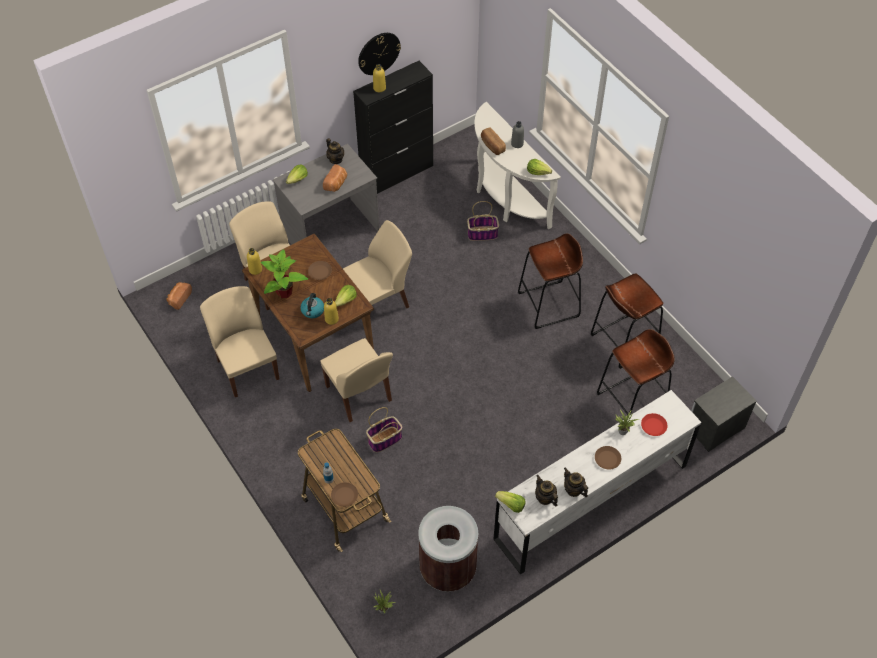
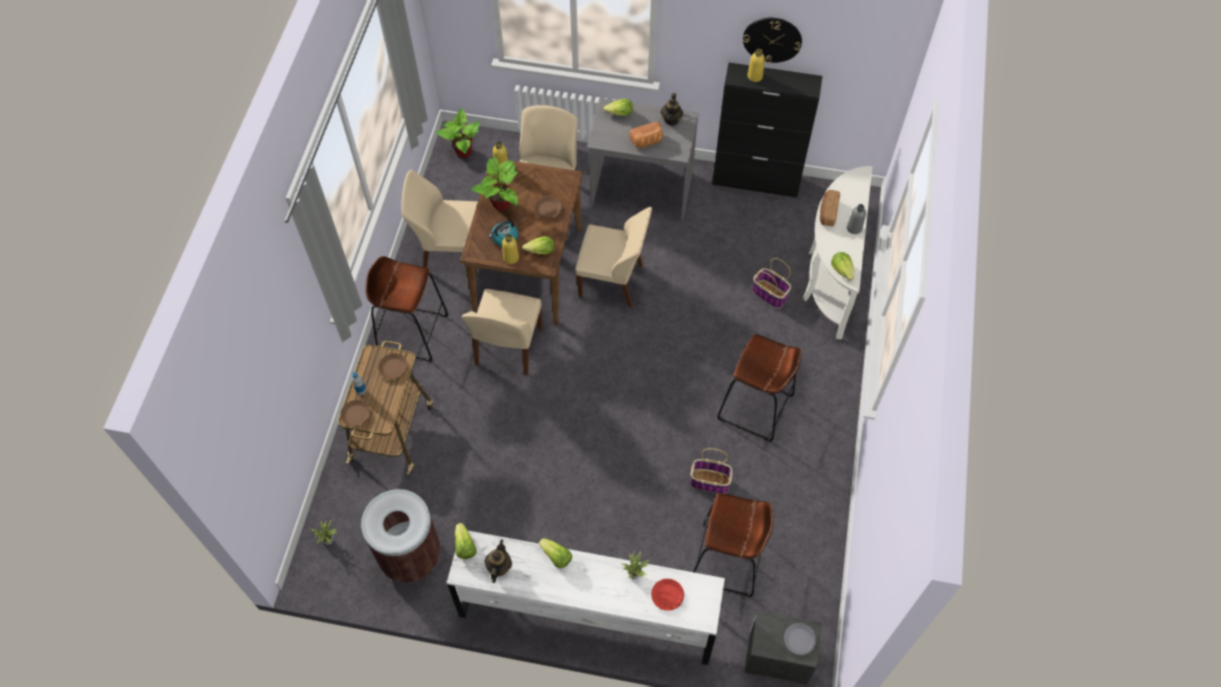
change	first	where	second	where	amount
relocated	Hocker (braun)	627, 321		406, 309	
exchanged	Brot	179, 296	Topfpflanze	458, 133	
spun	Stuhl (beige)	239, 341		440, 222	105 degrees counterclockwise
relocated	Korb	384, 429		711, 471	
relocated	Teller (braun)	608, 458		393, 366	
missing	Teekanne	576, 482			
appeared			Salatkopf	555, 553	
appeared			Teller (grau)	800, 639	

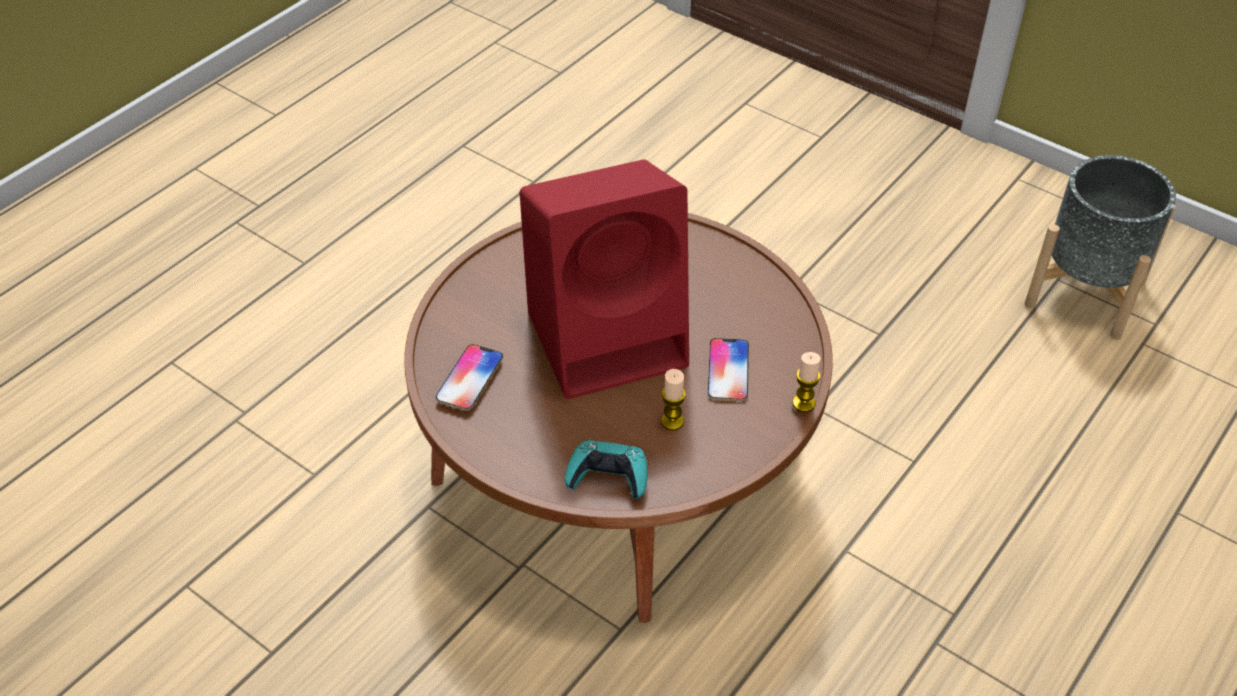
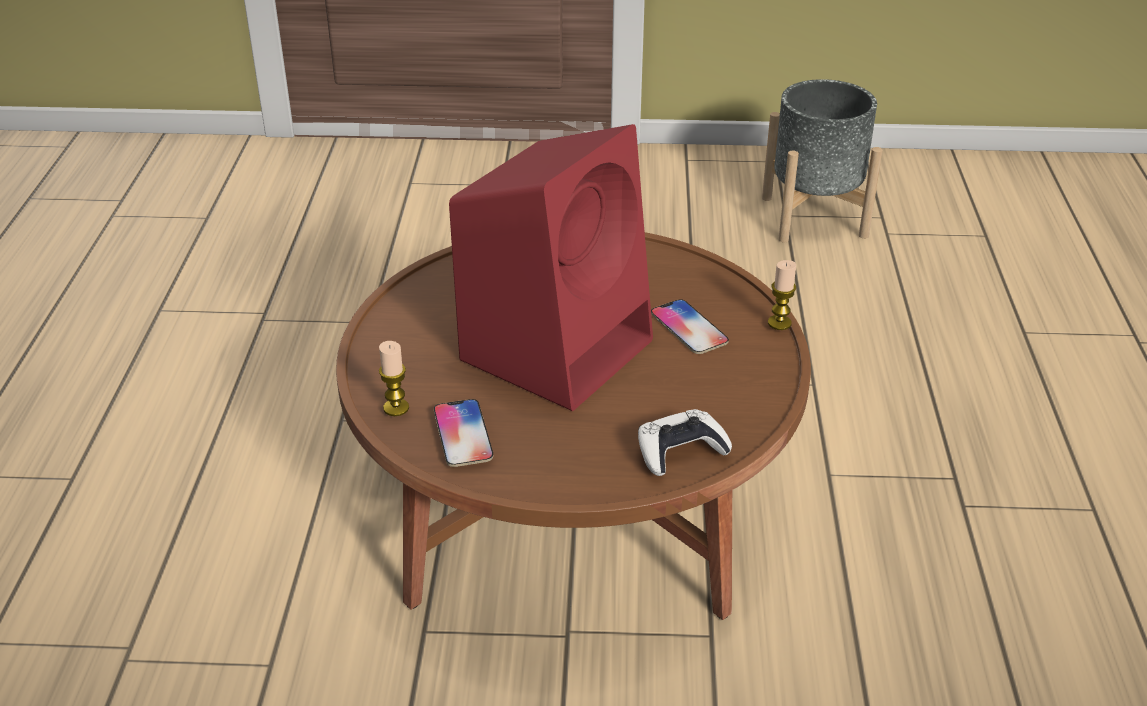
change	first	where	second	where	amount
relocated	Kerze	673, 399		394, 378	
colour	Gamepad (türkis)	606, 469	Gamepad (weiß)	685, 442	

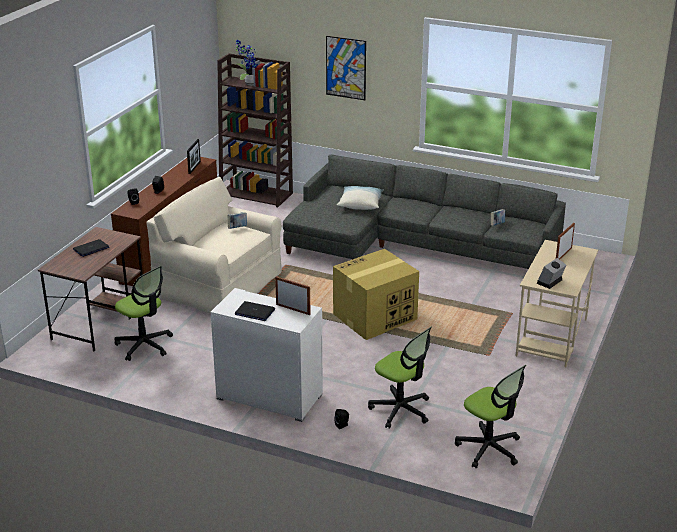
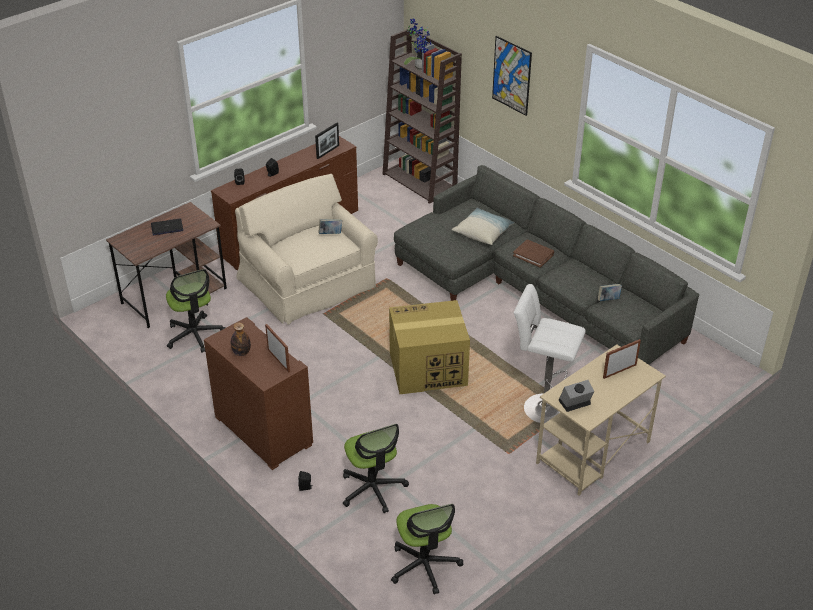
change	first	where	second	where	amount
colour	Kommode (weiß)	267, 355	Kommode (braun)	258, 393	
exchanged	Laptop	255, 311	Flasche	241, 339	
appeared			Buch (braun)	533, 253	
appeared			Hocker (weiß)	549, 353	

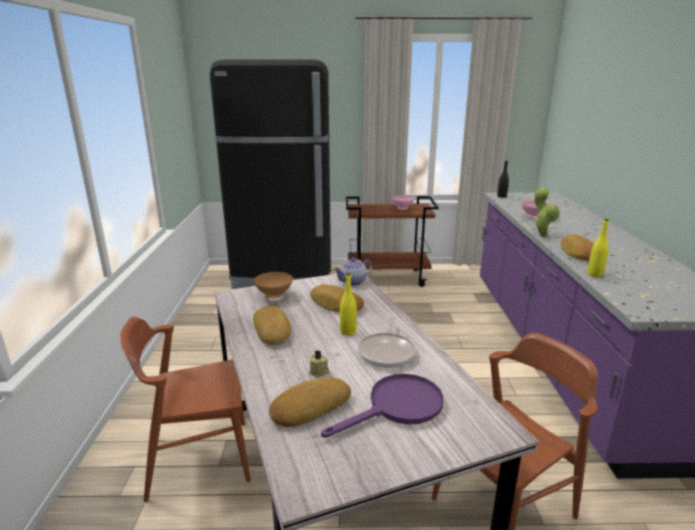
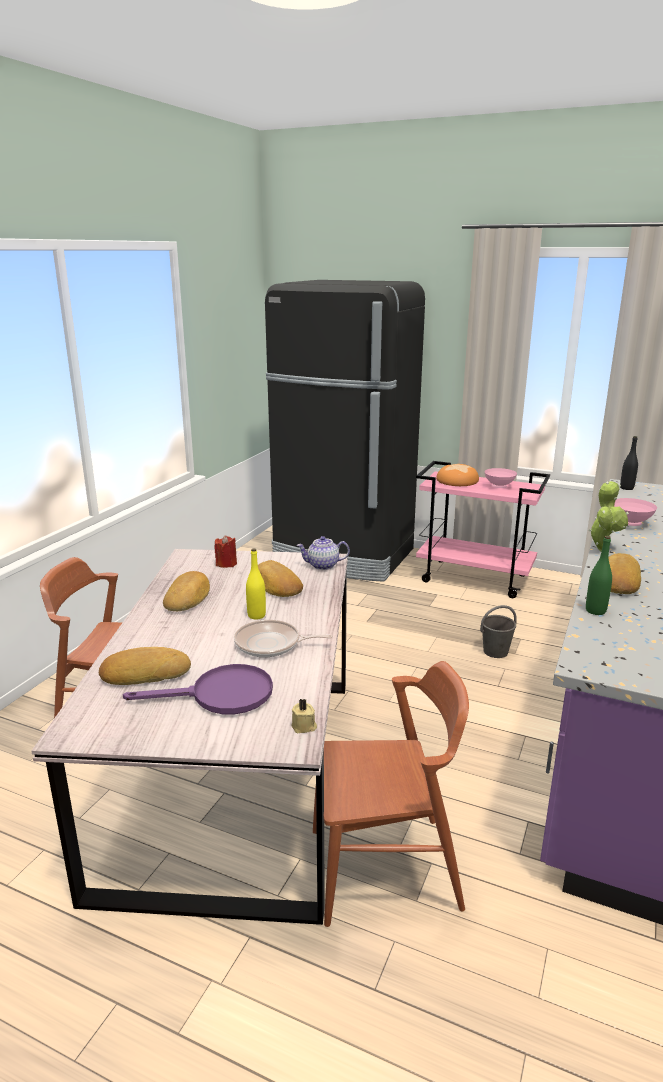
change	first	where	second	where	amount
colour	Rollwagen (braun)	392, 241	Rollwagen (rosa)	483, 529	
colour	Flasche (gelb)	598, 248	Flasche (grün)	599, 575	
exchanged	Schüssel (braun)	273, 285	Kerze (rot)	226, 551	
spun	Pfanne	387, 343		283, 638	60 degrees clockwise
relocated	Kerze (beige)	319, 364		304, 716	
appeared			Brot	457, 475	
appeared			Eimer (grau)	498, 631	

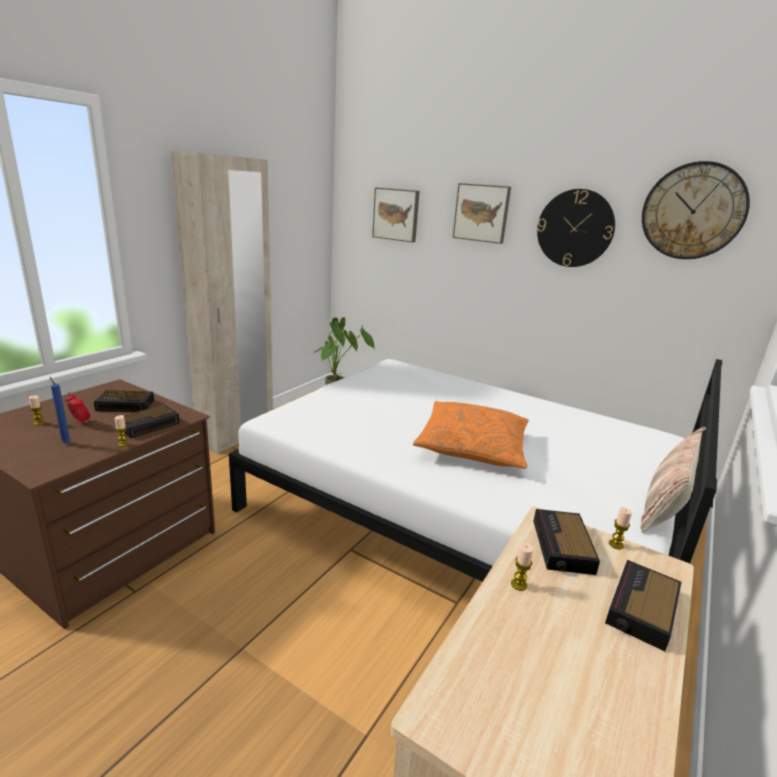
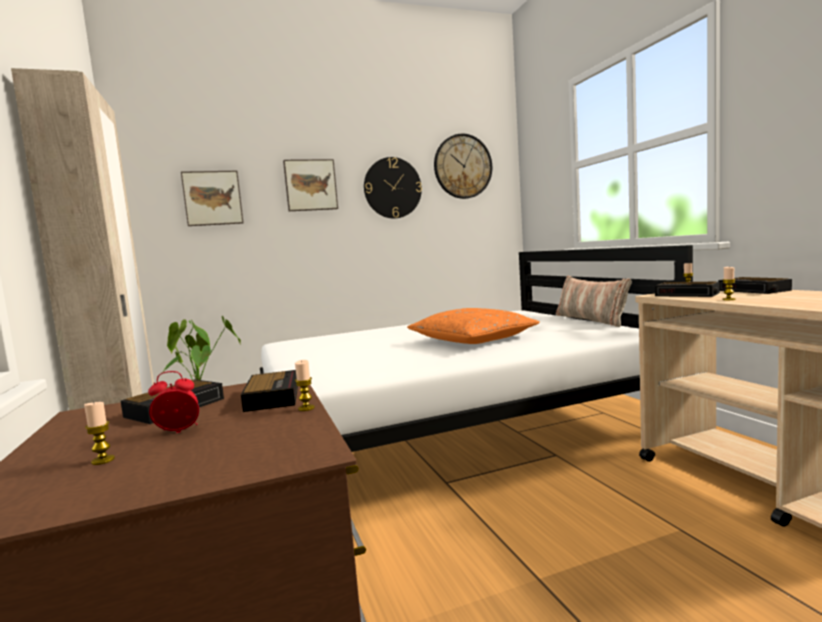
change	first	where	second	where	amount
missing	Kerze (blau)	60, 410			

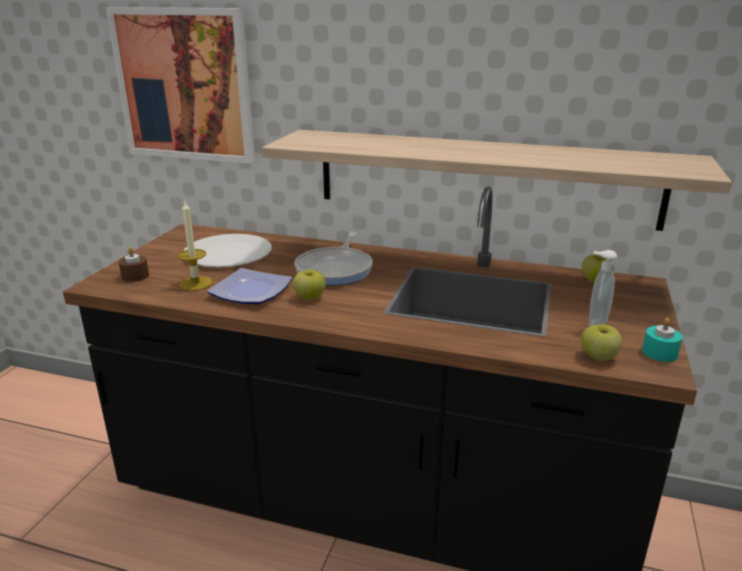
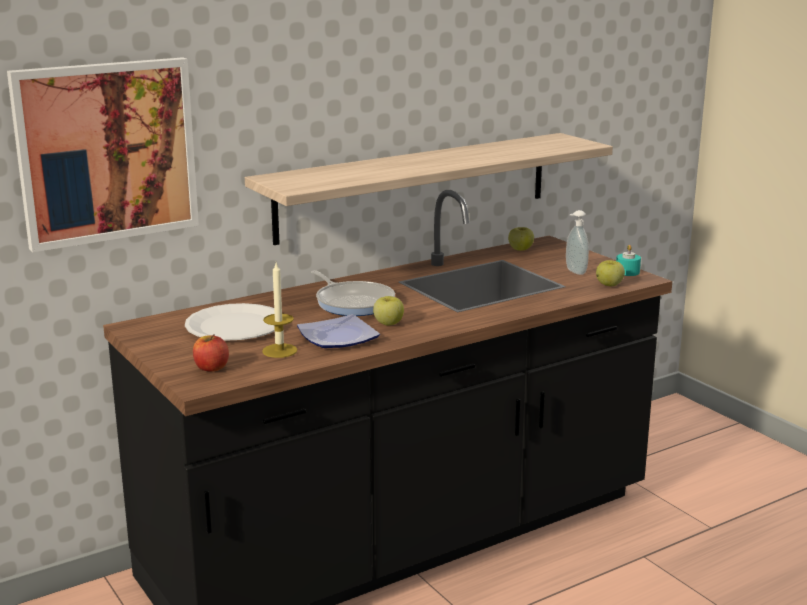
change	first	where	second	where	amount
exchanged	Kerze (braun)	134, 264	Apfel	211, 353	

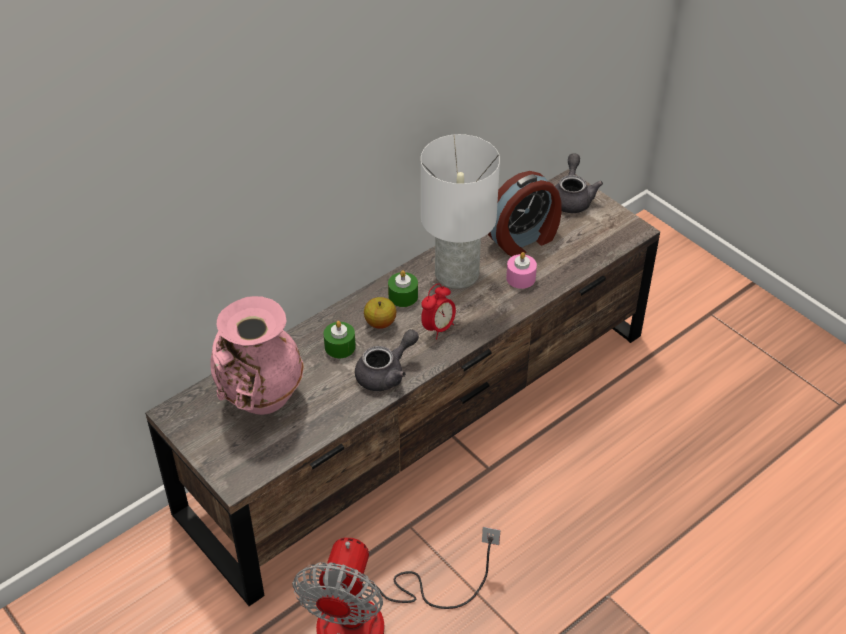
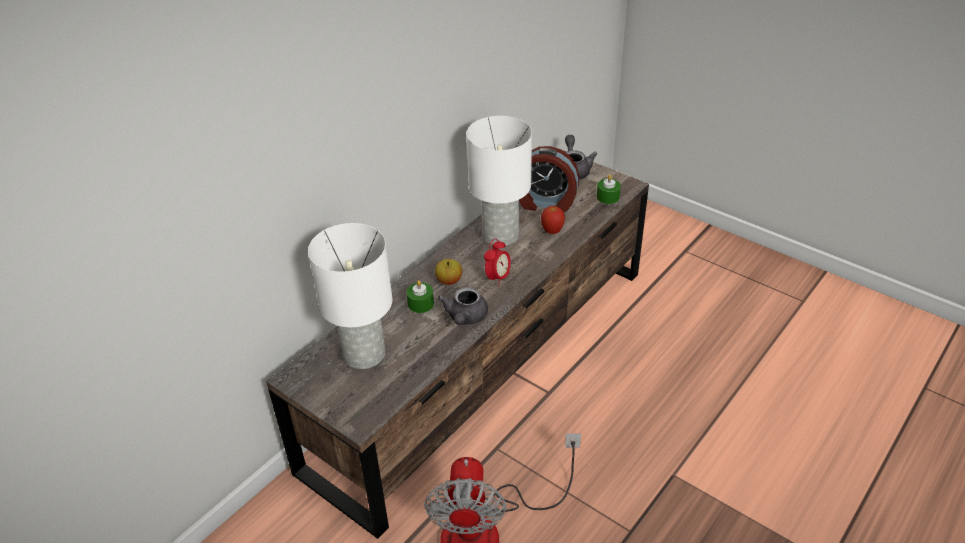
change	first	where	second	where	amount
spun	Wecker	525, 214		549, 179	60 degrees clockwise
exchanged	Kerze (rosa)	521, 270	Apfel	553, 220	
relocated	Kerze (grün)	403, 288		609, 189	
exchanged	Vase (rosa)	257, 355	Tischlampe (weiß)	350, 296	
spun	Teekanne (grau)	387, 360		463, 306	150 degrees clockwise

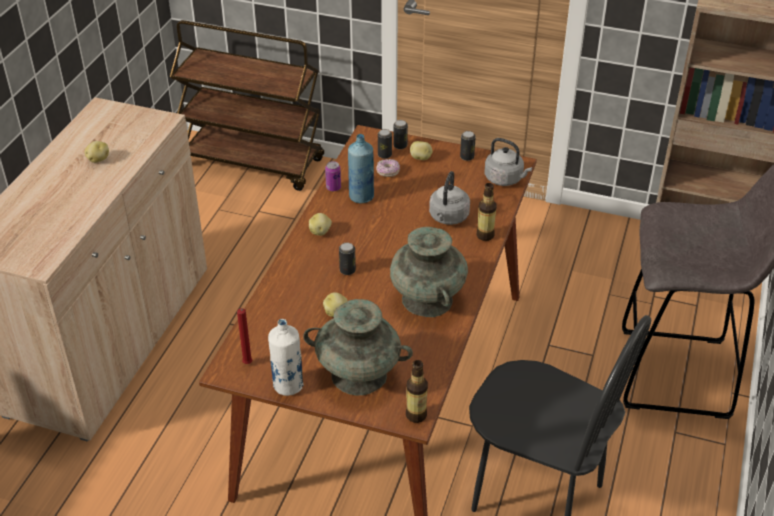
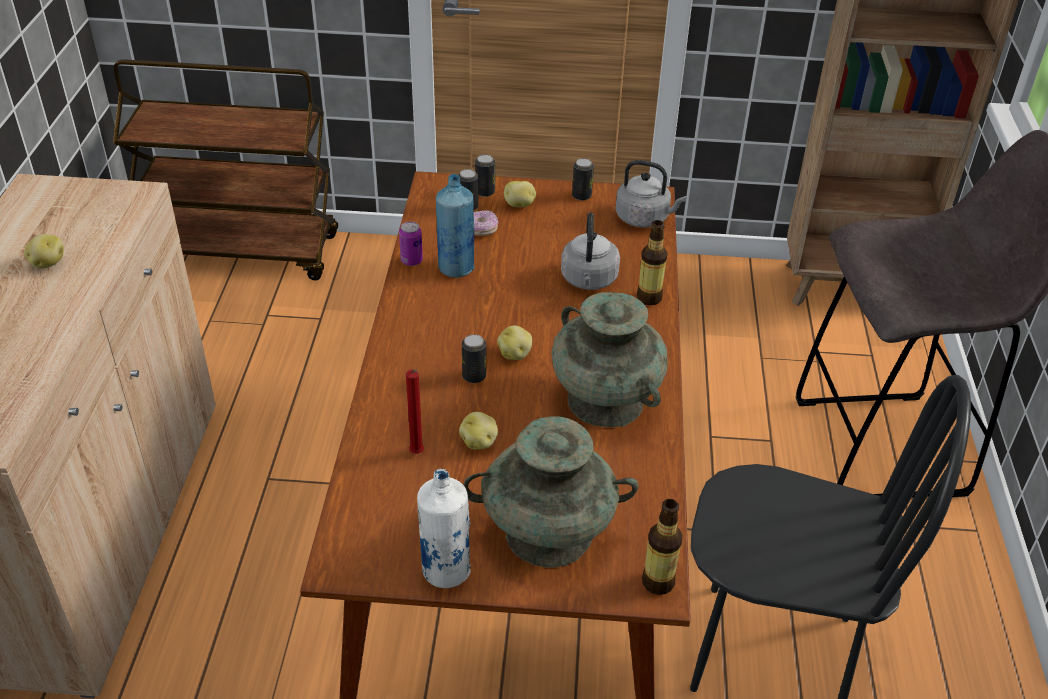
change	first	where	second	where	amount
relocated	Kartoffel	320, 224		514, 342	
relocated	Kerze (rot)	244, 336		415, 411	

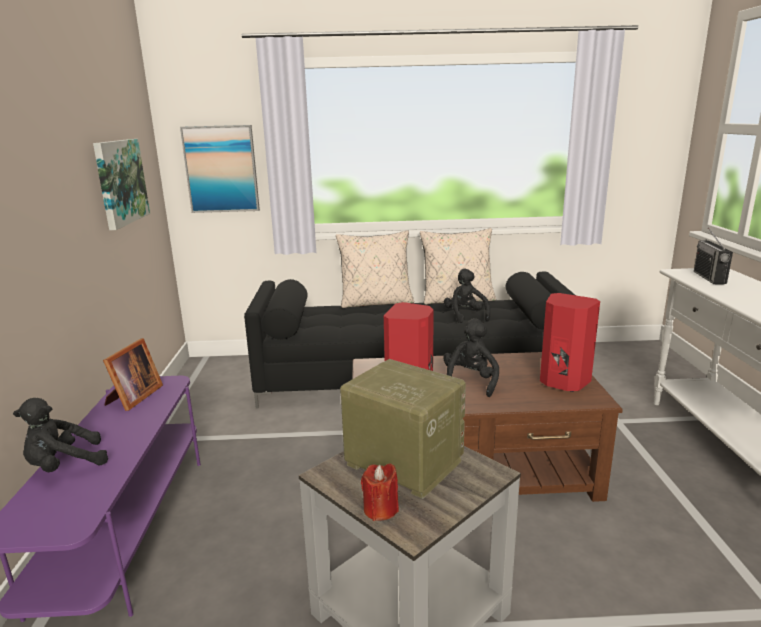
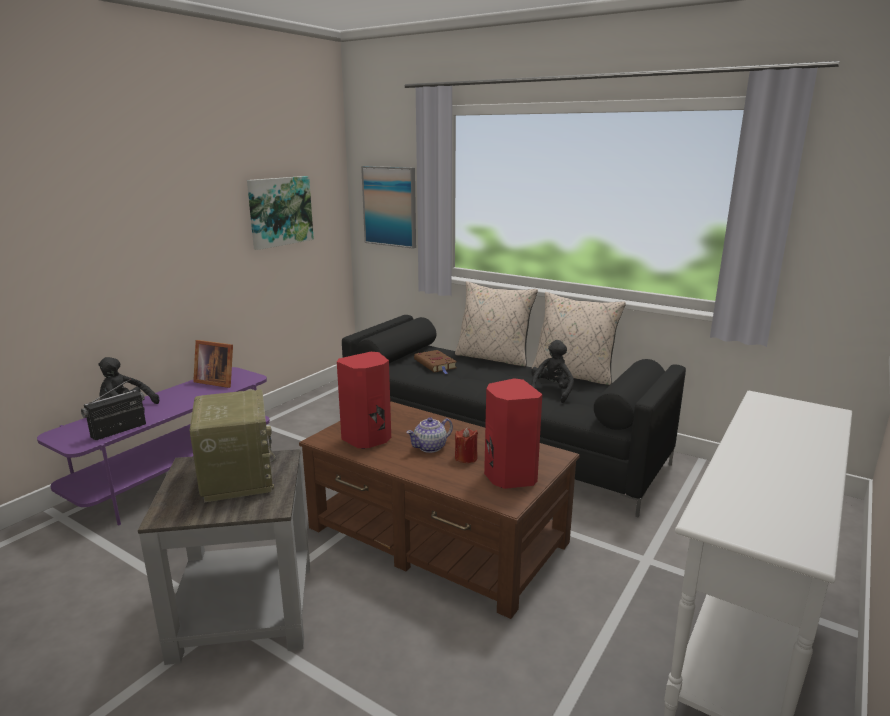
change	first	where	second	where	amount
relocated	Radio	713, 256		113, 409	
exchanged	Plüschtier (schwarz)	471, 357	Teekanne	429, 435	
spun	Bilderrahmen	133, 374		213, 364	60 degrees clockwise
relocated	Kerze (rot)	380, 492		466, 445	
appeared			Buch (braun)	435, 362	

